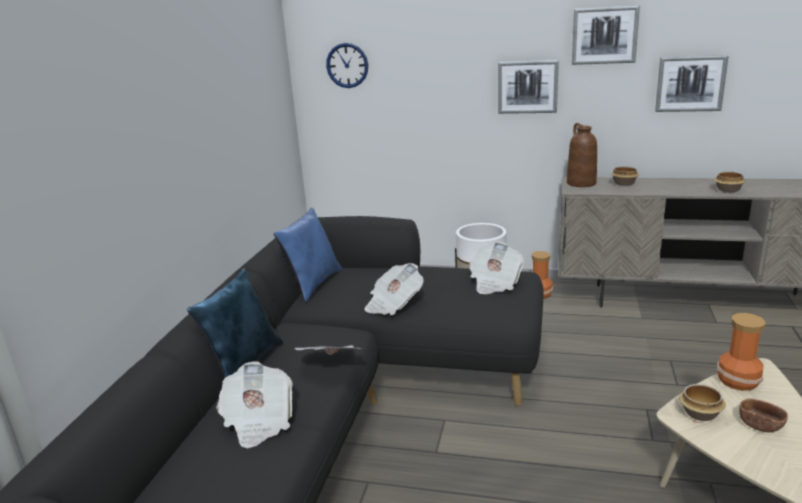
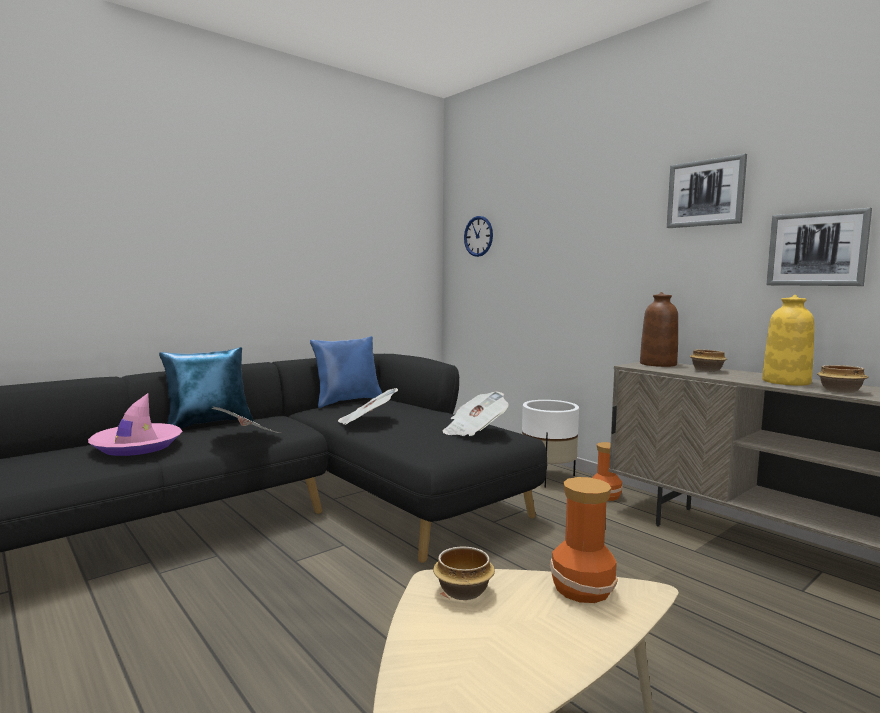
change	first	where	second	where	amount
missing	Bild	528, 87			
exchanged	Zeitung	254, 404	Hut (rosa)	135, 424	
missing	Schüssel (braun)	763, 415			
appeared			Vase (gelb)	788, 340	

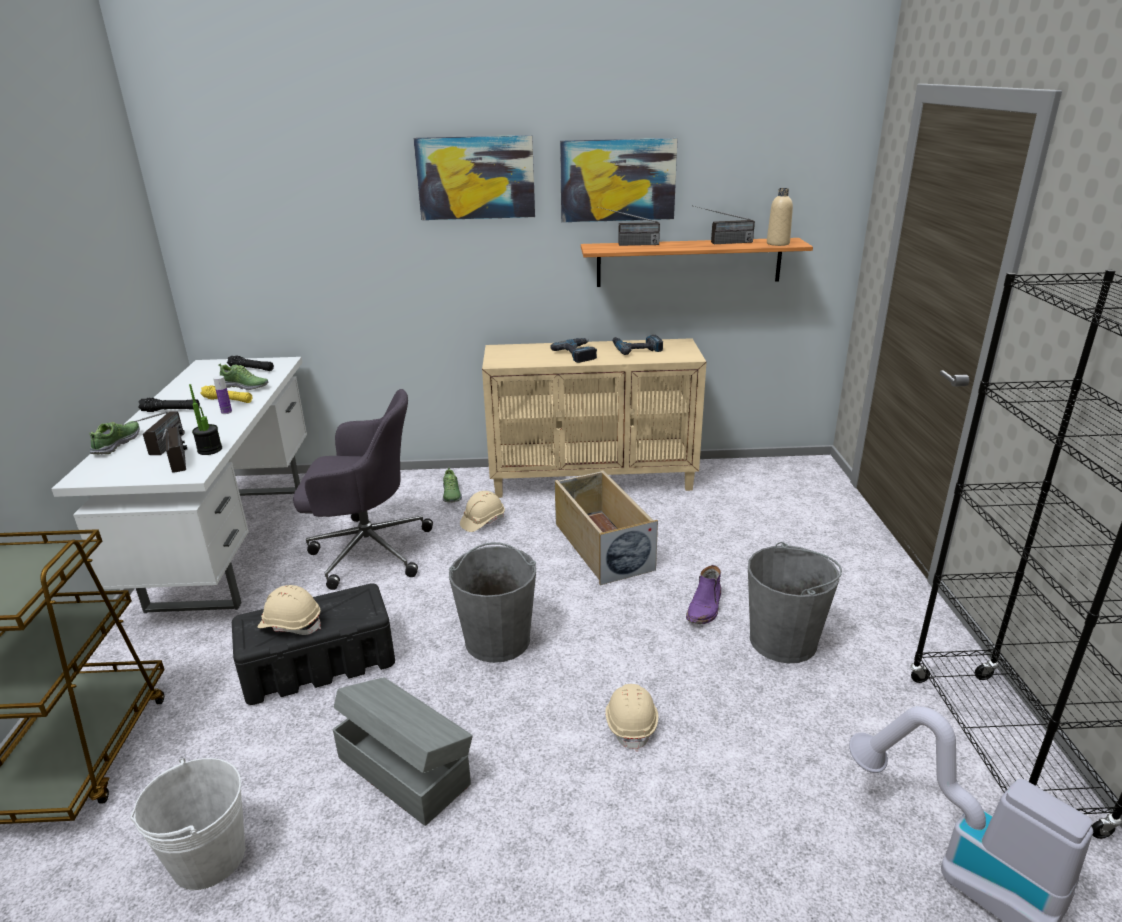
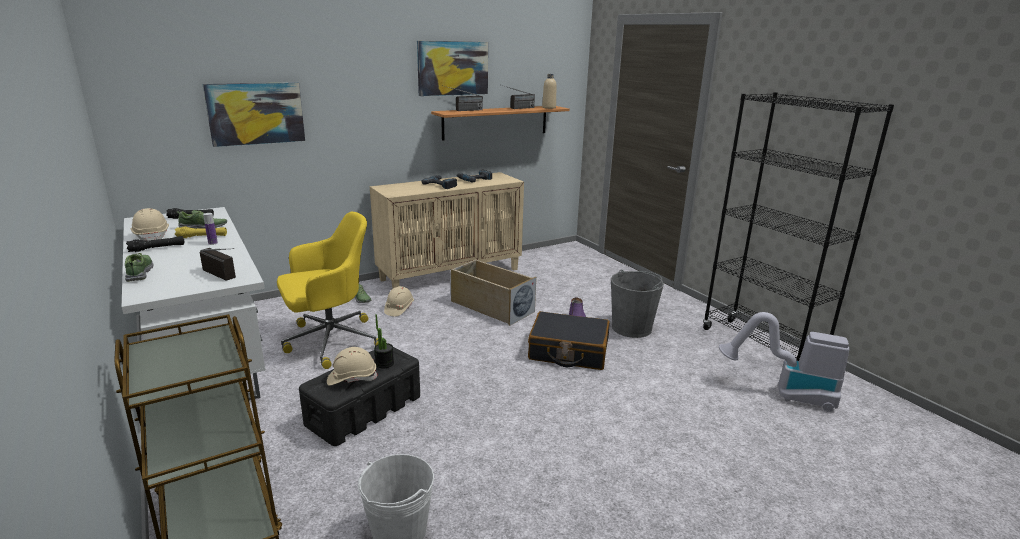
change	first	where	second	where	amount
relocated	Bild	474, 177		254, 114	
relocated	Topfpflanze	205, 419		384, 341	
colour	Bürostuhl (grau)	363, 489	Bürostuhl (gelb)	327, 290	
missing	Radio	154, 433			
missing	Eimer (grau)	492, 602			
missing	Aufbewahrungsbox (grau)	403, 751			
relocated	Schutzhelm (beige)	631, 717		150, 224	
appeared			Koffer (schwarz)	569, 340	

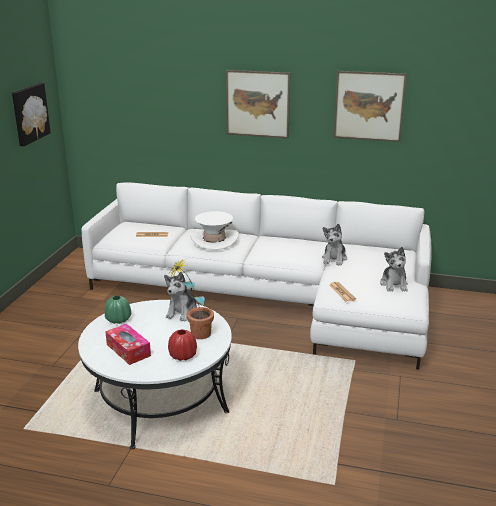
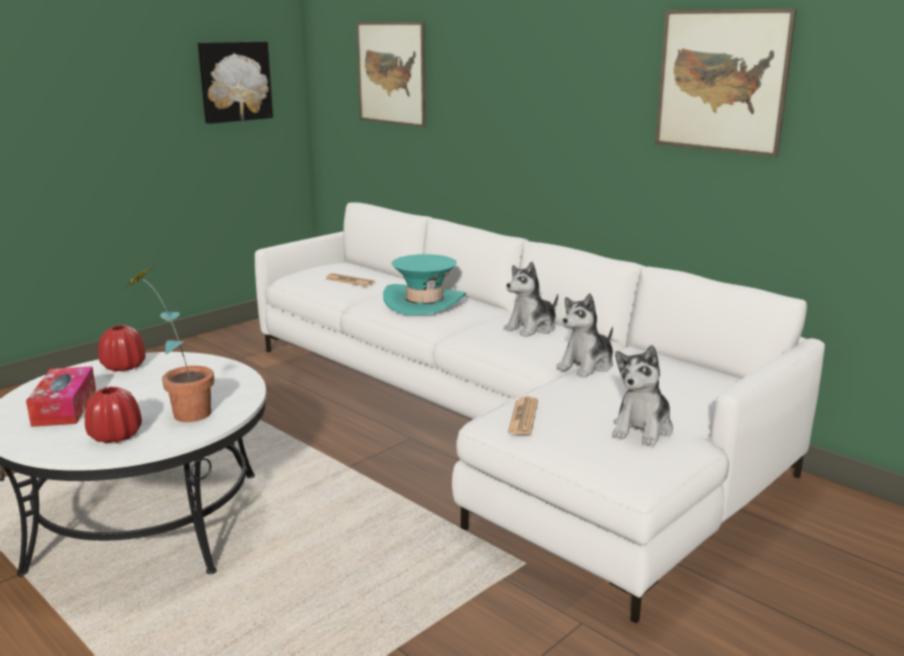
change	first	where	second	where	amount
relocated	Bild	258, 104		391, 74	
colour	Hut (weiß)	214, 230	Hut (türkis)	424, 284	
relocated	Plüschtier	180, 297		530, 299	
colour	Vase (grün)	118, 309	Vase (rot)	122, 348	

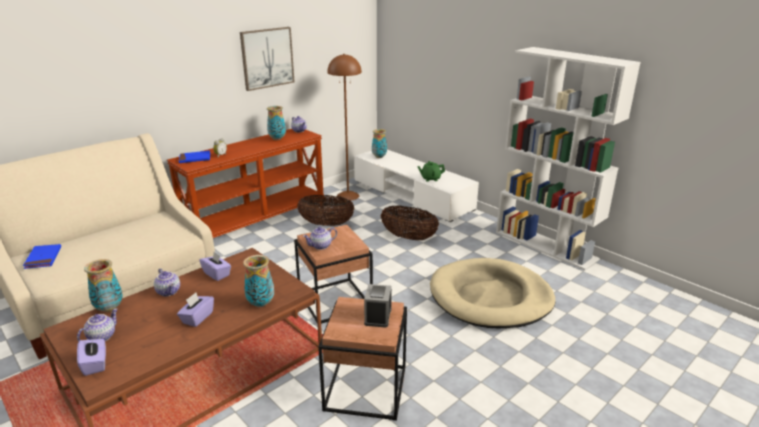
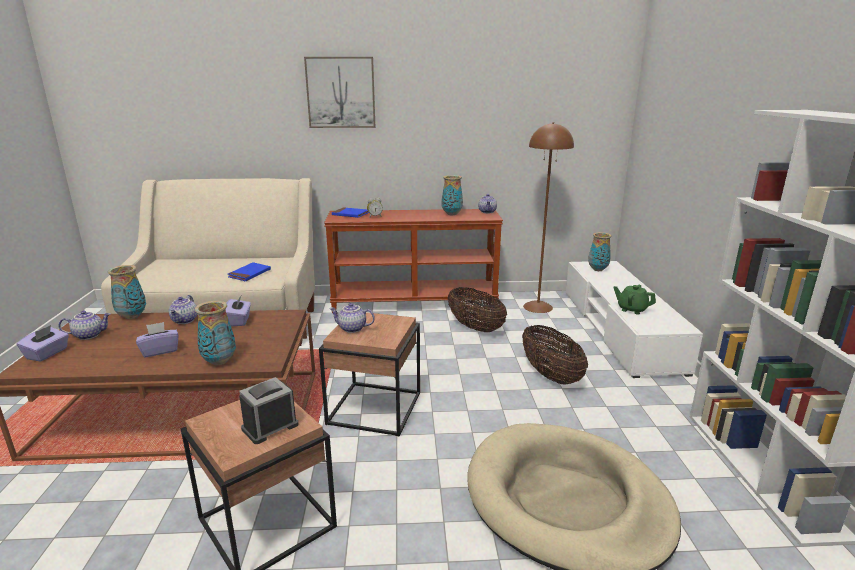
change	first	where	second	where	amount
relocated	Bild	267, 59		339, 92	
relocated	Buch (blau)	42, 256		249, 271	

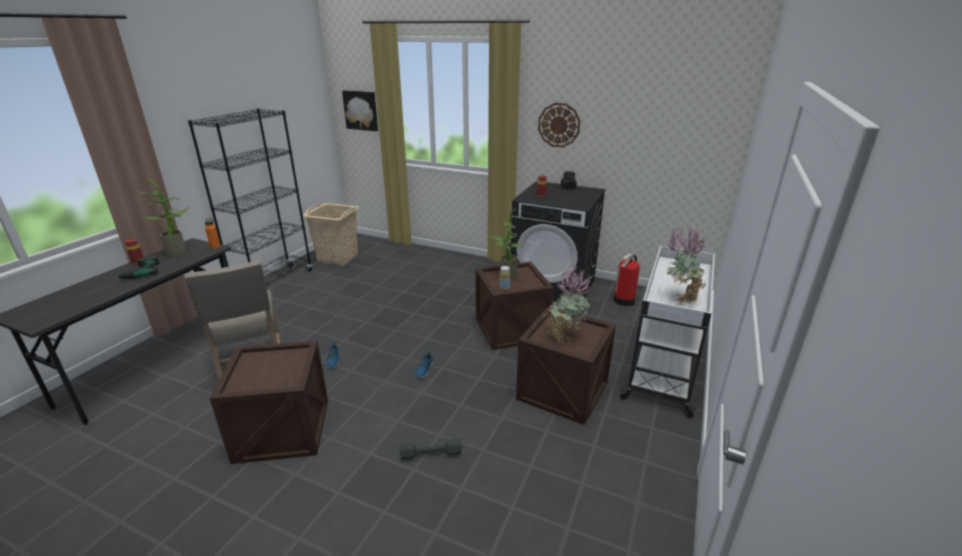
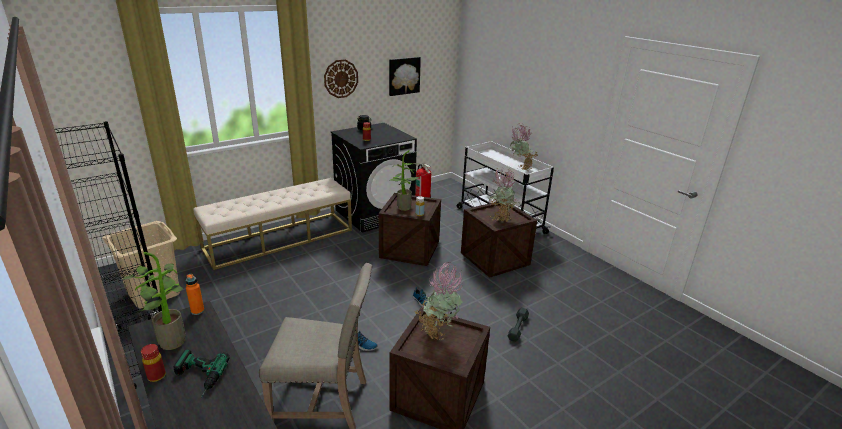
change	first	where	second	where	amount
relocated	Bild	360, 110		405, 76	
appeared			Bank (beige)	272, 224	
appeared			Topfpflanze	438, 301	

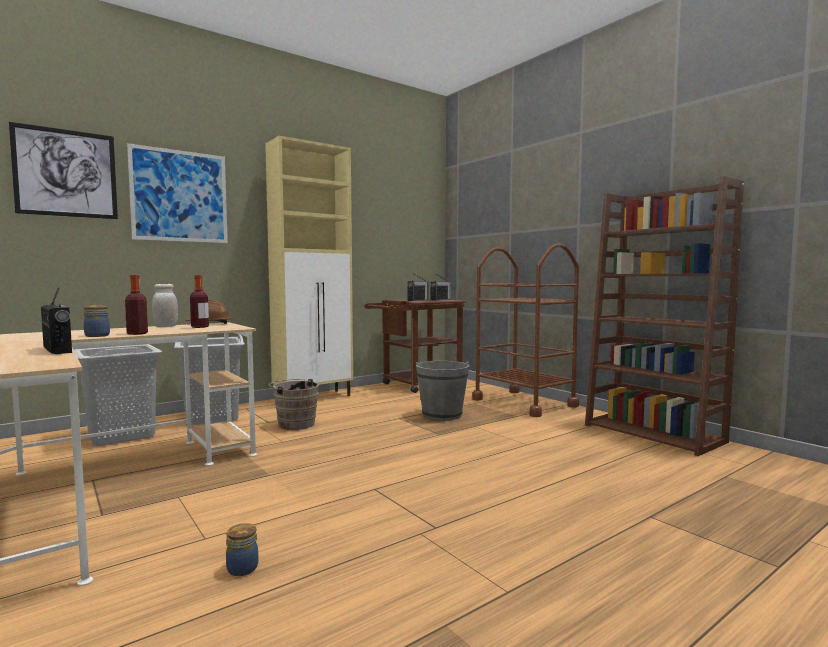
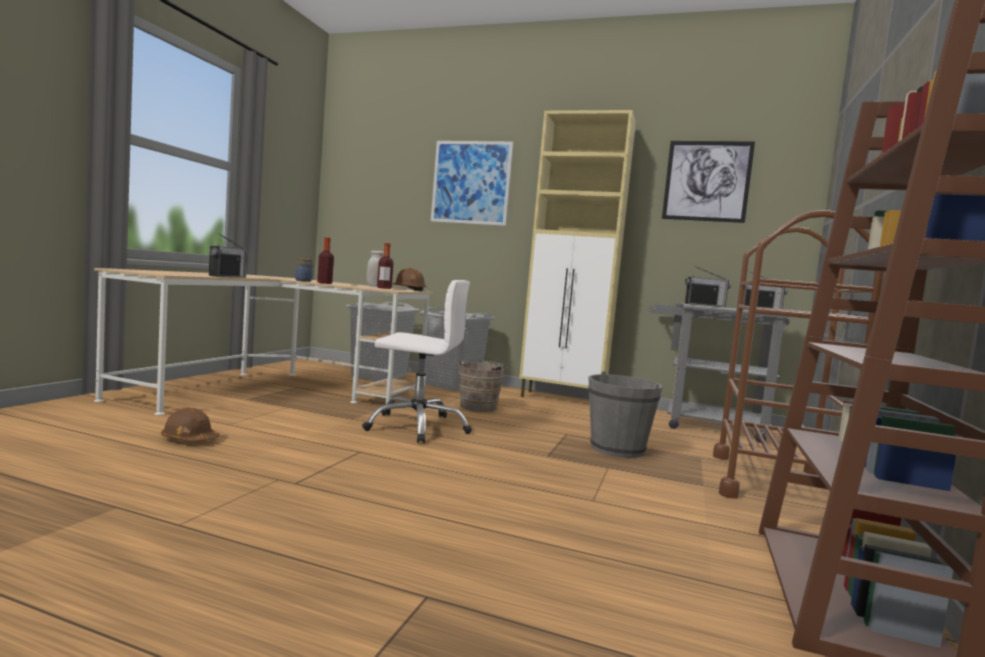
change	first	where	second	where	amount
relocated	Bild	63, 170		708, 182	
colour	Rollwagen (braun)	415, 346	Rollwagen (grau)	719, 373	
exchanged	Vorratsglas	242, 549	Schutzhelm (braun)	190, 424	
appeared			Bürostuhl (weiß)	417, 361	

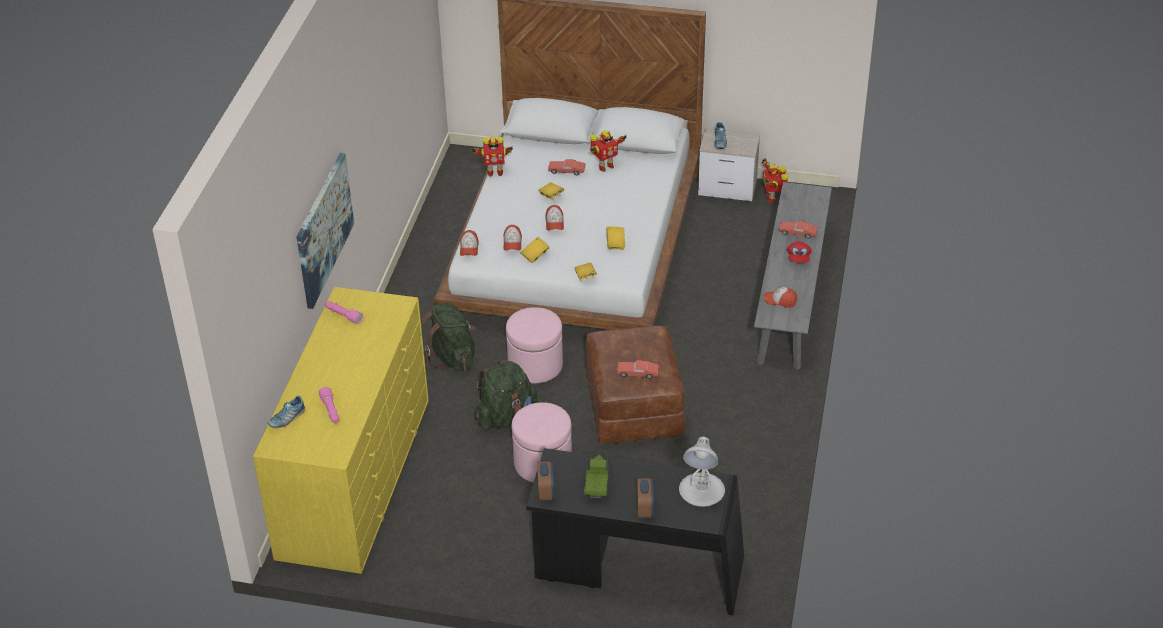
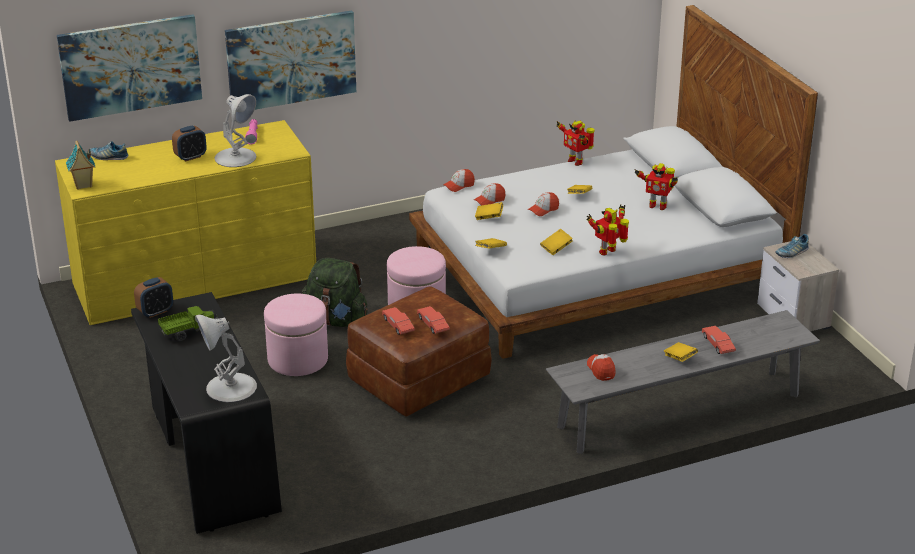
change	first	where	second	where	amount
relocated	Spielzeugroboter	775, 180		607, 229	
relocated	Spielzeugauto (rot)	567, 167		433, 320	
exchanged	Kappe (rot)	799, 252	Buch (gelb)	681, 352	
missing	Rucksack (grün)	448, 337			
missing	Taschenlampe (rosa)	329, 405			
relocated	Wecker	645, 498		189, 144	
appeared			Bild	129, 68	
appeared			Tischlampe (weiß)	235, 130	
appeared			Spielzeughaus	81, 165	

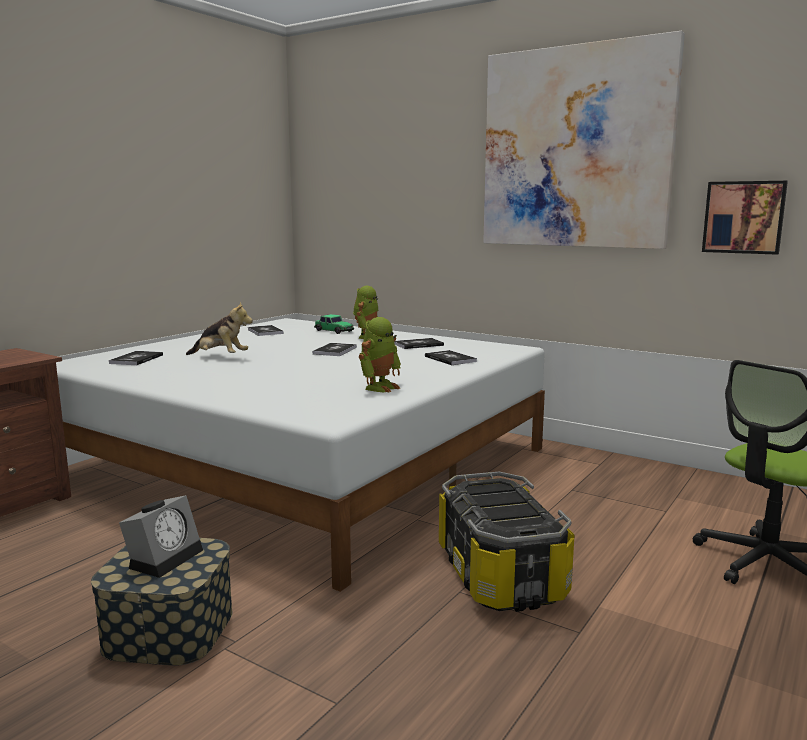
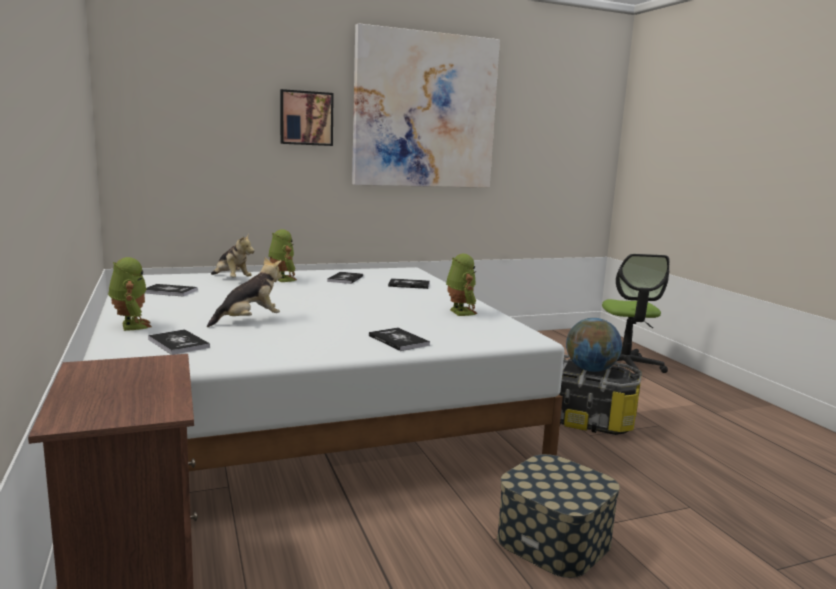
change	first	where	second	where	amount
relocated	Bild	745, 218		307, 117	
exchanged	Spielzeugauto	334, 324	Plüschtier	233, 255	
relocated	Buch	335, 349		399, 339	
missing	Wecker	161, 536			
appeared			Spielzeugroboter	130, 294	
appeared			Globus	594, 345	

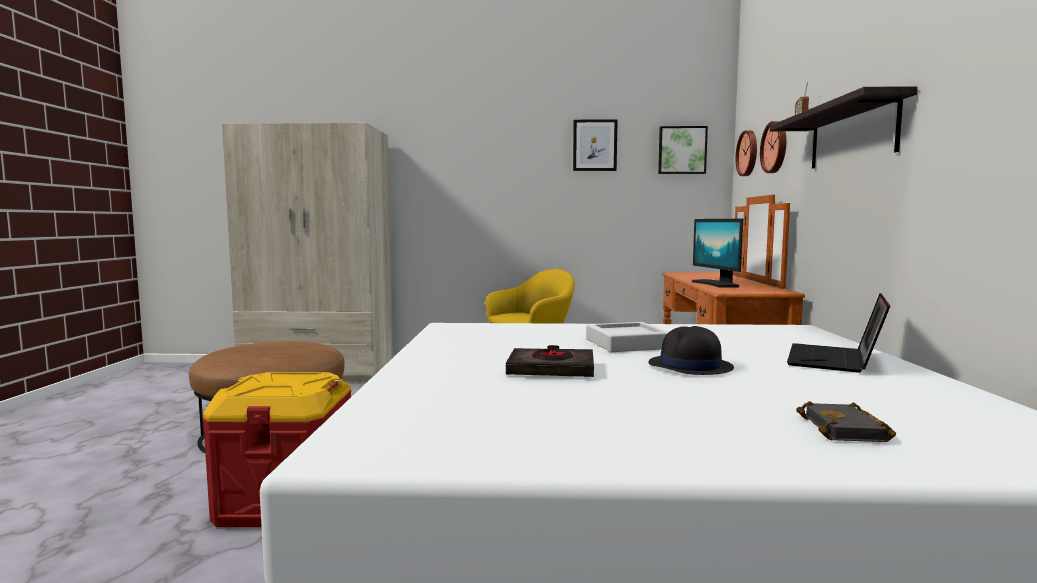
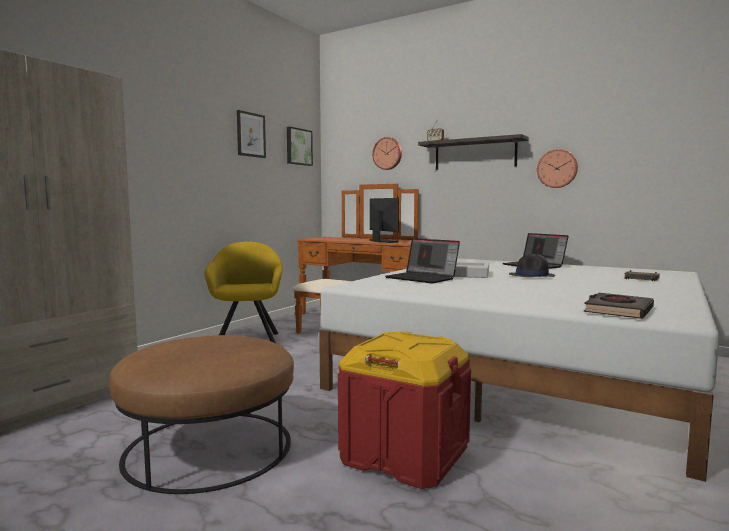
change	first	where	second	where	amount
relocated	Wanduhr	746, 153		557, 168	
spun	Monitor	717, 253		384, 220	135 degrees counterclockwise
relocated	Buch (schwarz)	550, 361		619, 306	
appeared			Laptop	422, 261	

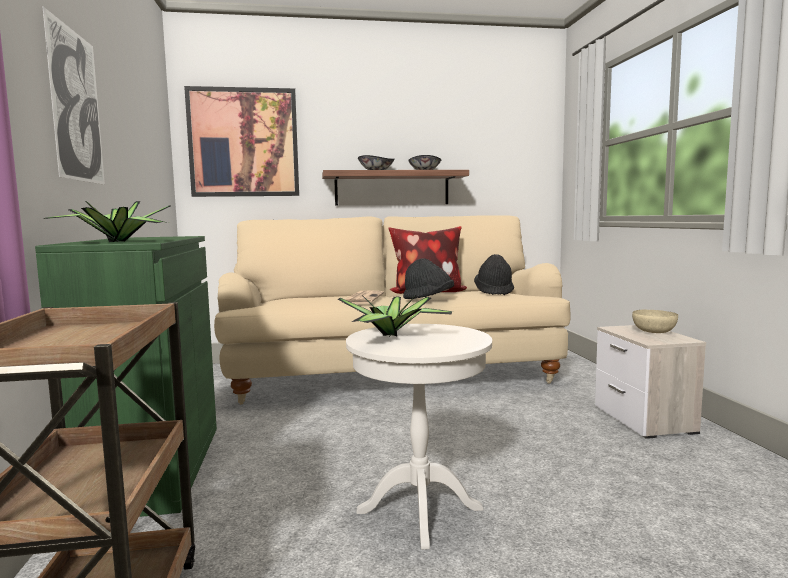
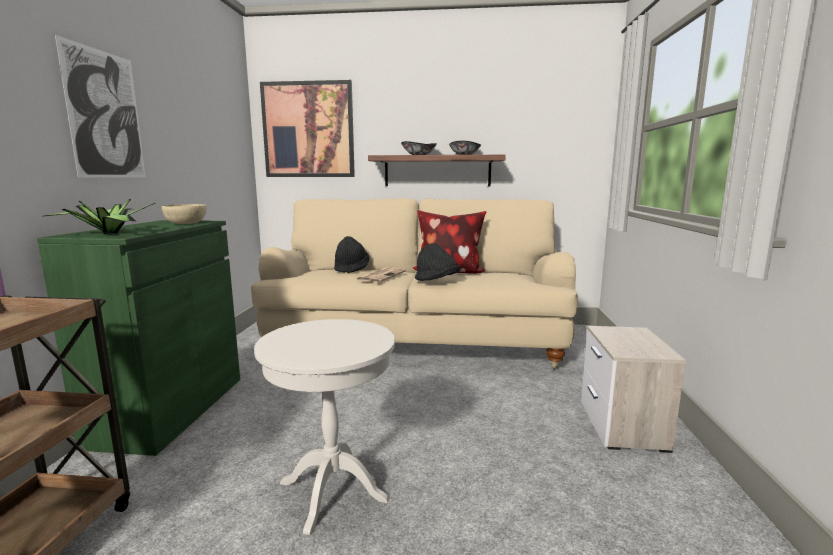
change	first	where	second	where	amount
relocated	Hut (schwarz)	494, 274		351, 254	
missing	Topfpflanze	395, 316			
relocated	Schüssel (beige)	655, 321		184, 214	

